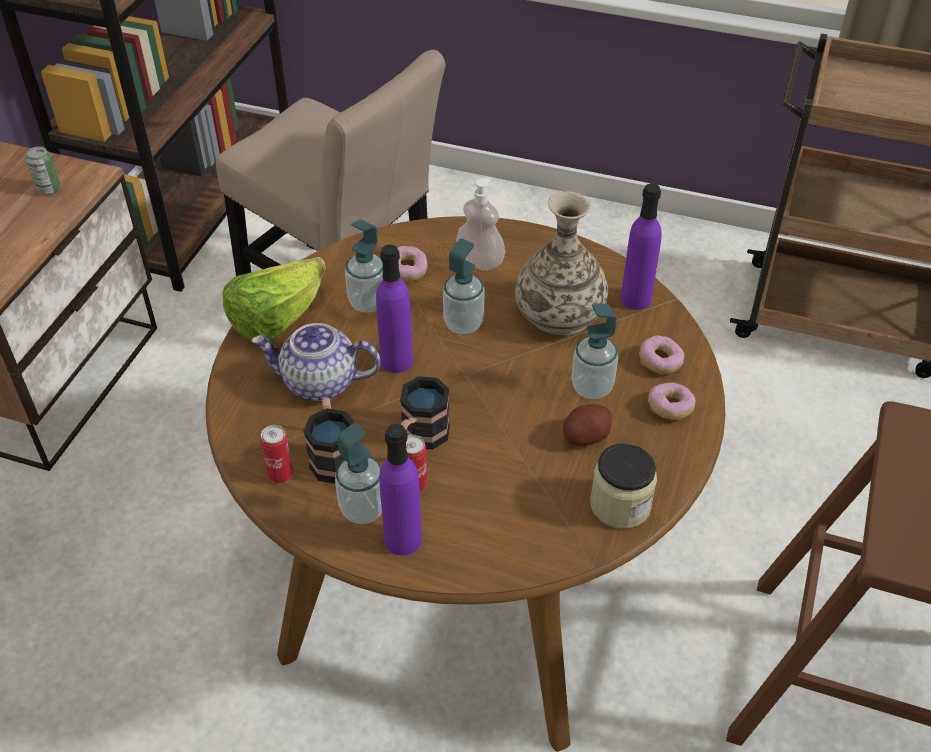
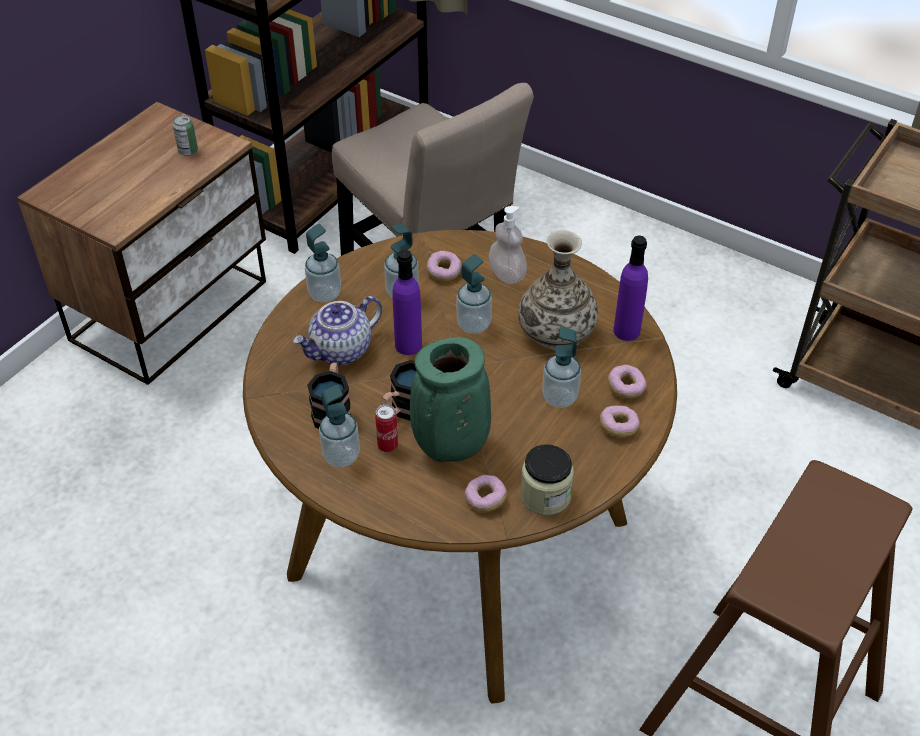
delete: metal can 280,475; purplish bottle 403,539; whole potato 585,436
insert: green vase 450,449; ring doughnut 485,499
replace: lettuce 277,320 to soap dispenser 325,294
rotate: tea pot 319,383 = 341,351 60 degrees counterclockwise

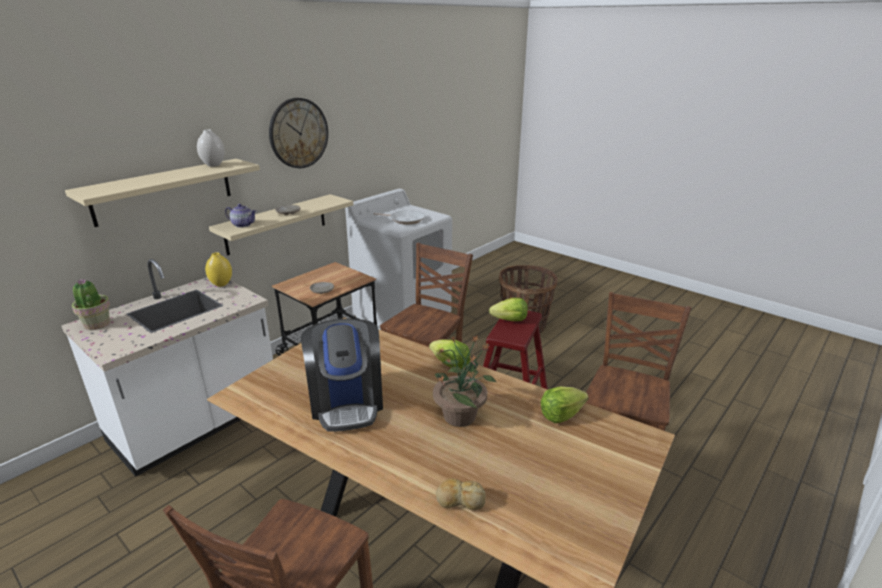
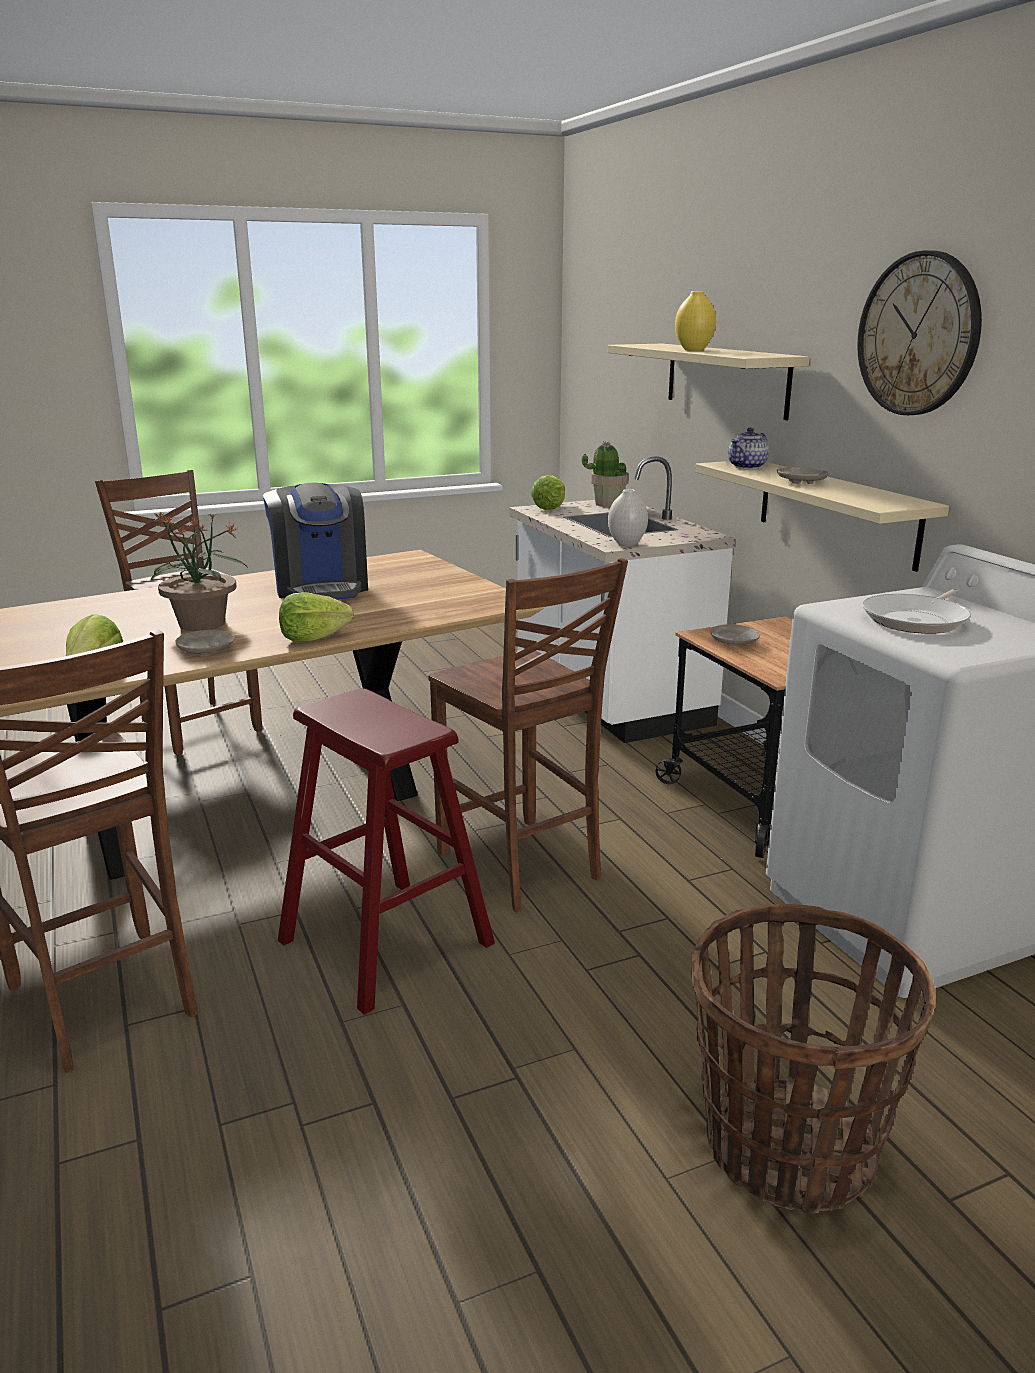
delete: baked bread 460,500
insert: beige-coloured flat dish 206,650
move: lettuce 510,320 to 550,507; white-coloured vase 213,165 to 626,544; yellow vase 221,284 to 694,350
rotate: coffee maker 347,402 = 321,587 120 degrees counterclockwise

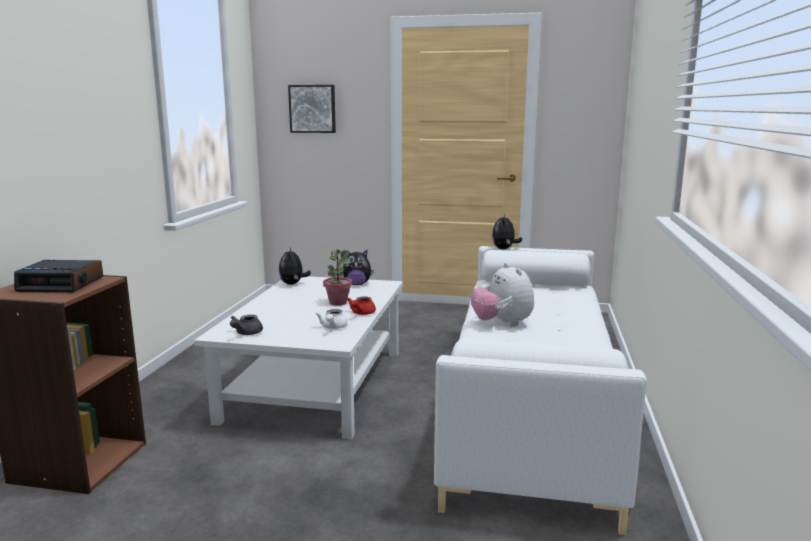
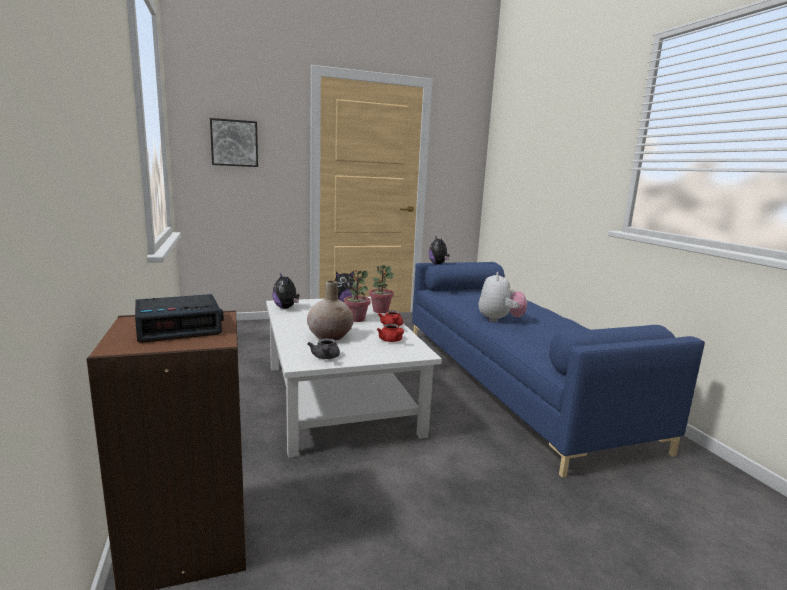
insert: beige-coloured vase 330,336; houseplant 380,311
recolor: white-coloured tea pot 333,327 to red-coloured tea pot 391,341; white-coloured settee 531,406 to blue-coloured settee 513,382
rotate: soft toy 502,324 = 499,320 120 degrees counterclockwise

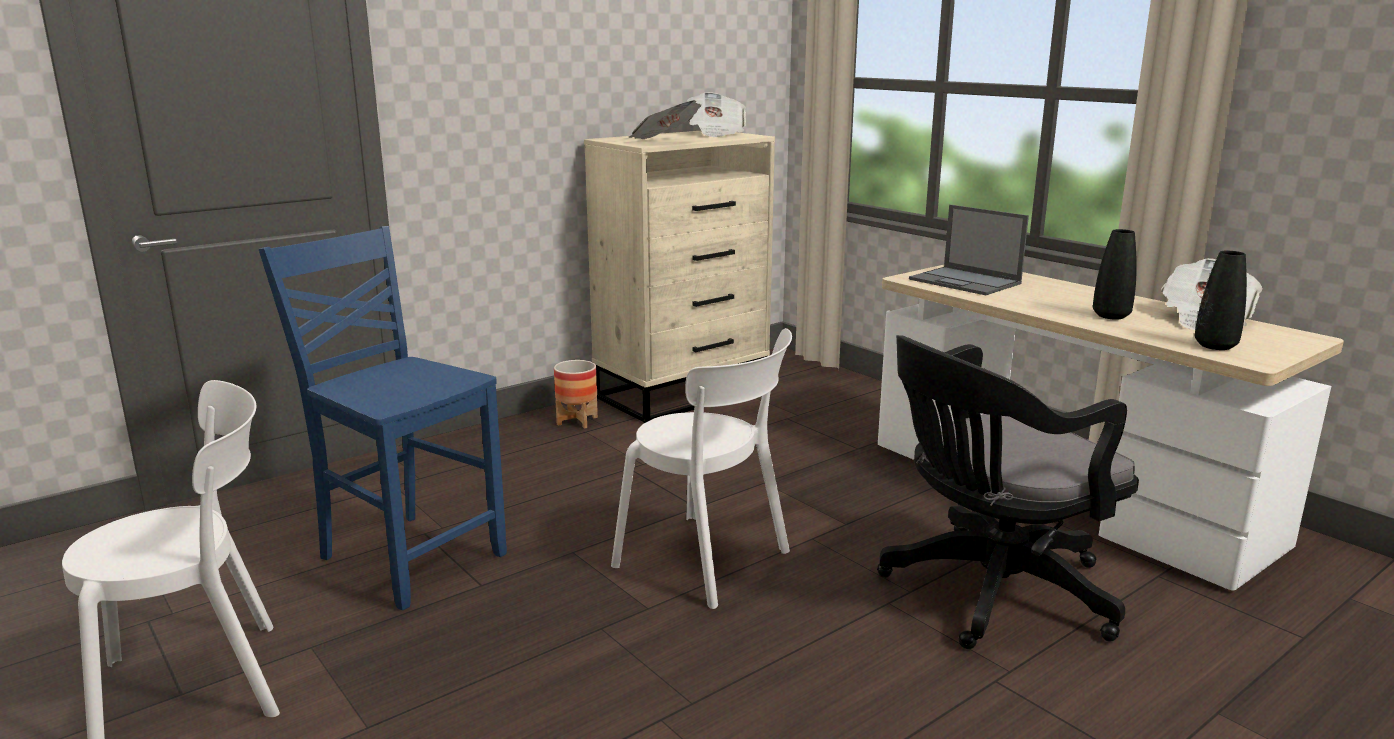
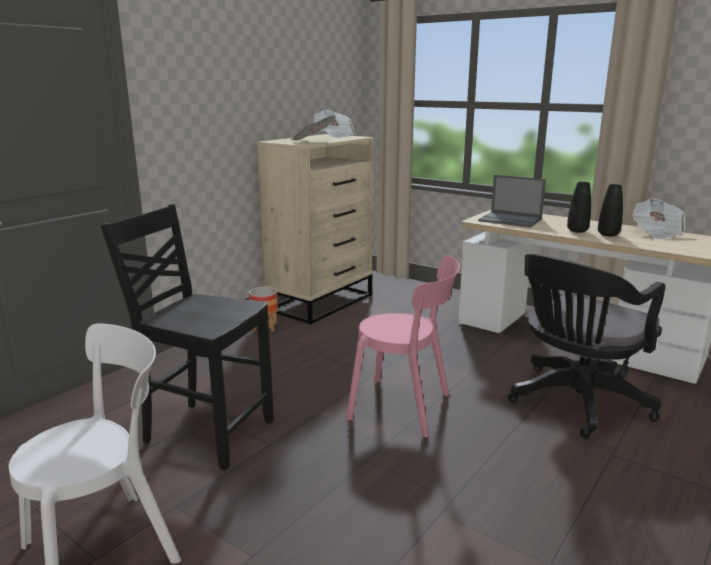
move: black vase 1215,346 to 577,231
recolor: blue-coloured plain chair 409,556 to black plain chair 206,432; white-coloured plain chair 708,561 to pinkish plain chair 404,407

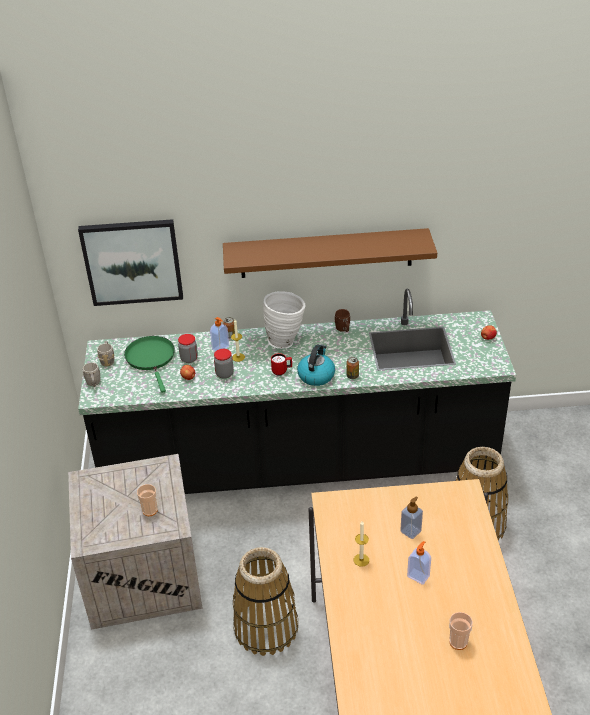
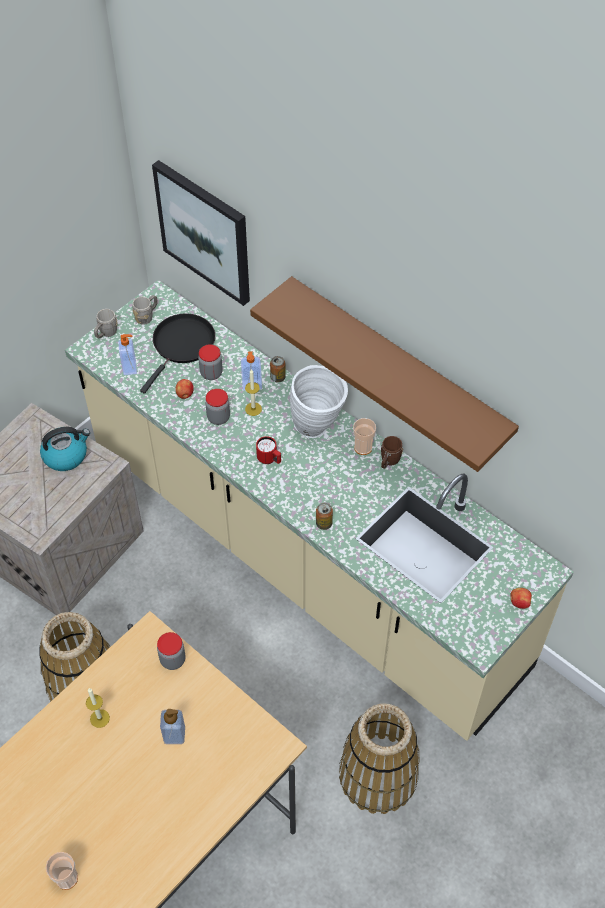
insert: preserve jar 173,660
move: water kettle 316,375 to 66,455; soap dispenser 418,576 to 130,367; drinking cup 150,510 to 363,447
recolor: black kitchen counter 299,464 to beige-coloured kitchen counter 302,557; green skillet 151,358 to black skillet 182,345

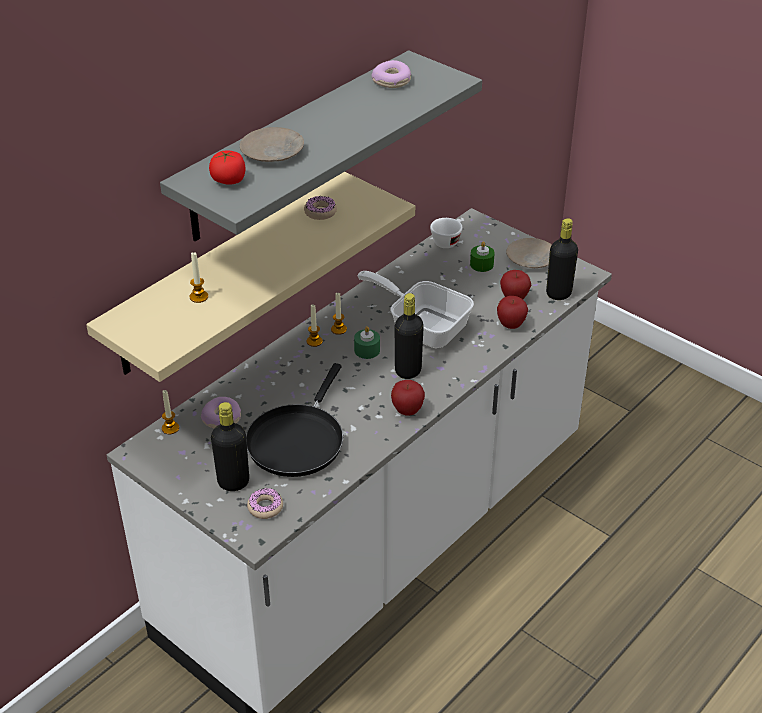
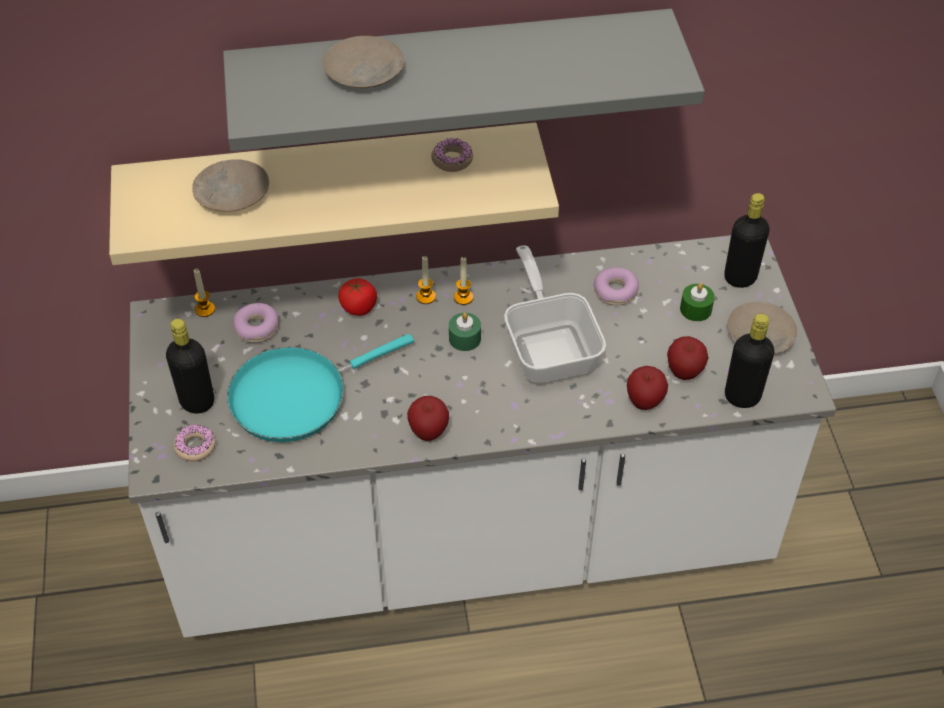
delete: white-coloured drinking cup 447,240
move: tomato 228,180 to 358,307; ring doughnut 392,81 to 615,292; black bottle 408,371 to 740,277
replace: wax candle 199,297 to beige-coloured flat dish 231,193
recolor: black skillet 297,440 to turquoise skillet 296,395

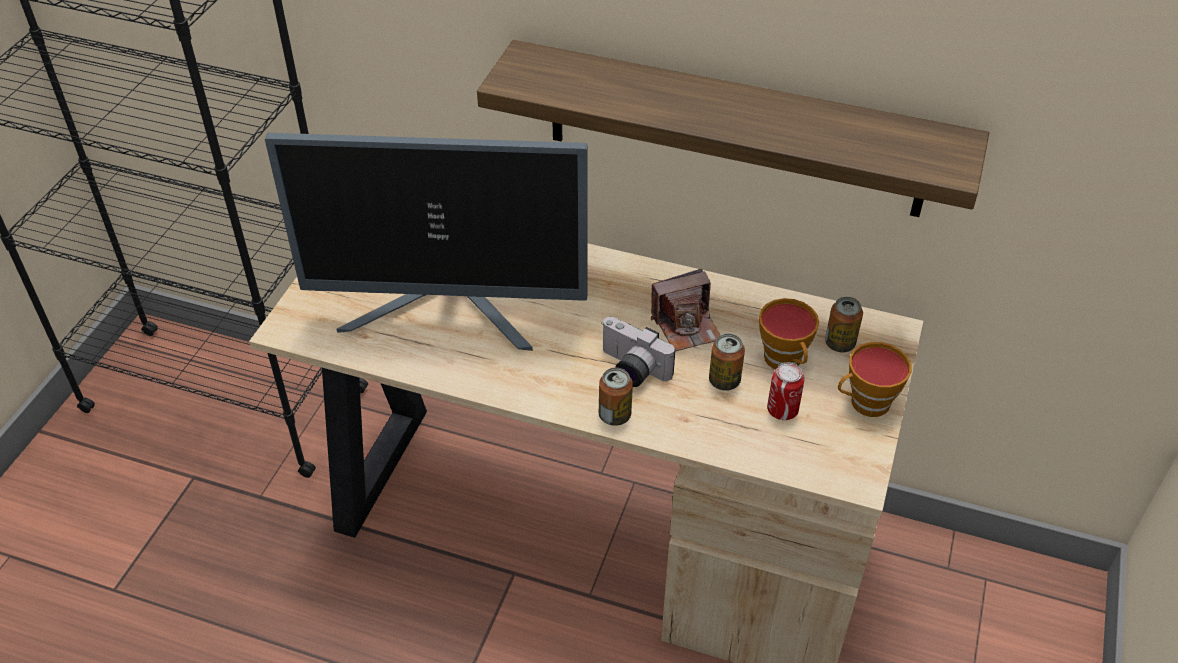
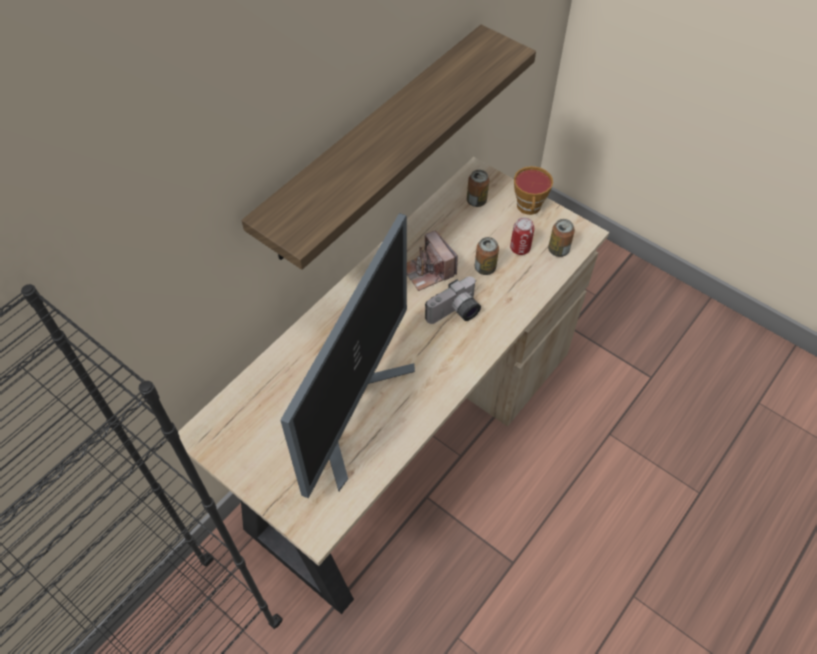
delete: drinking cup 785,361
move: metal can 615,415 to 558,250
rotate: photo camera 686,326 = 428,271 150 degrees clockwise

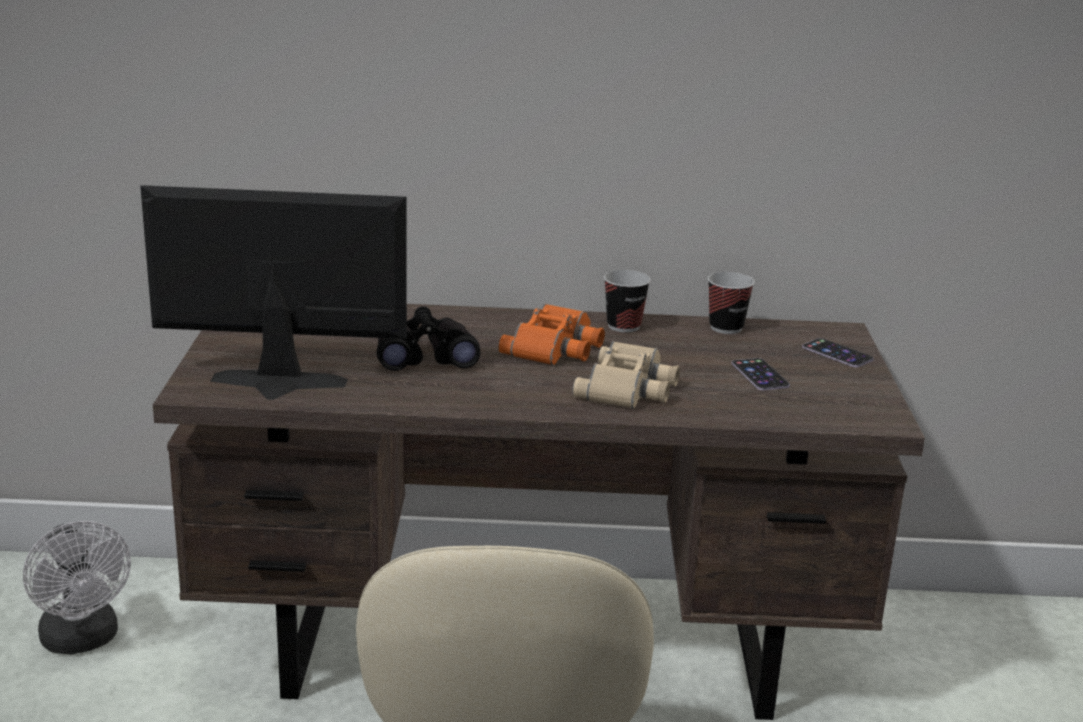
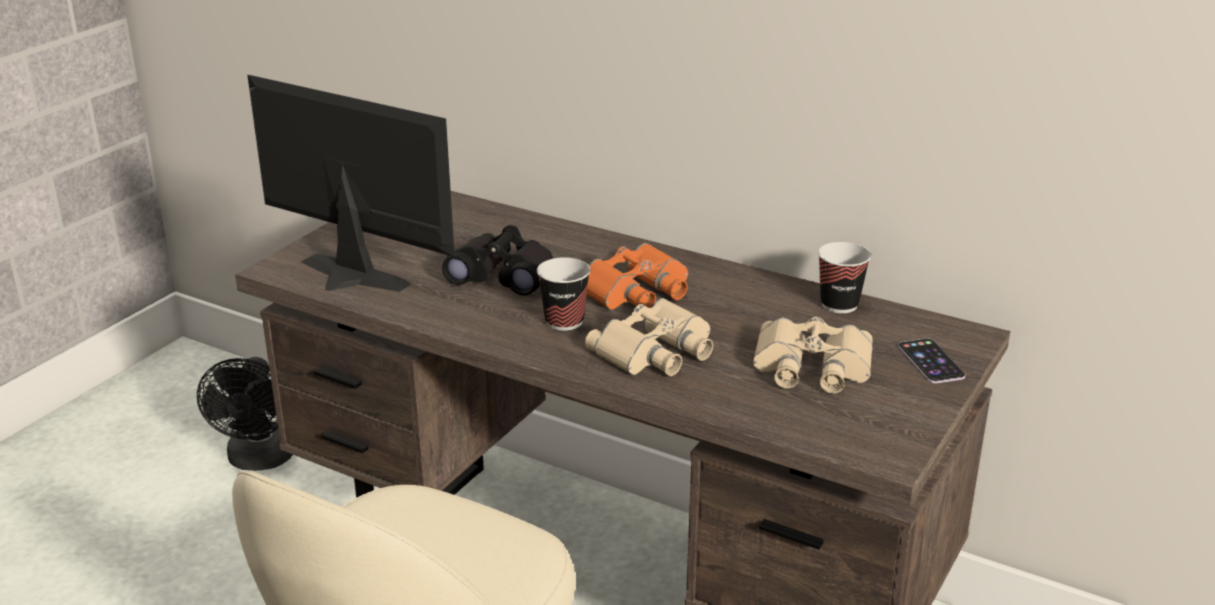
move: drinking cup 623,326 to 564,321
replace: handset 760,375 to beige-coloured pair of binoculars 811,367
recolor: white-coloured cooling fan 83,641 to black cooling fan 260,460

